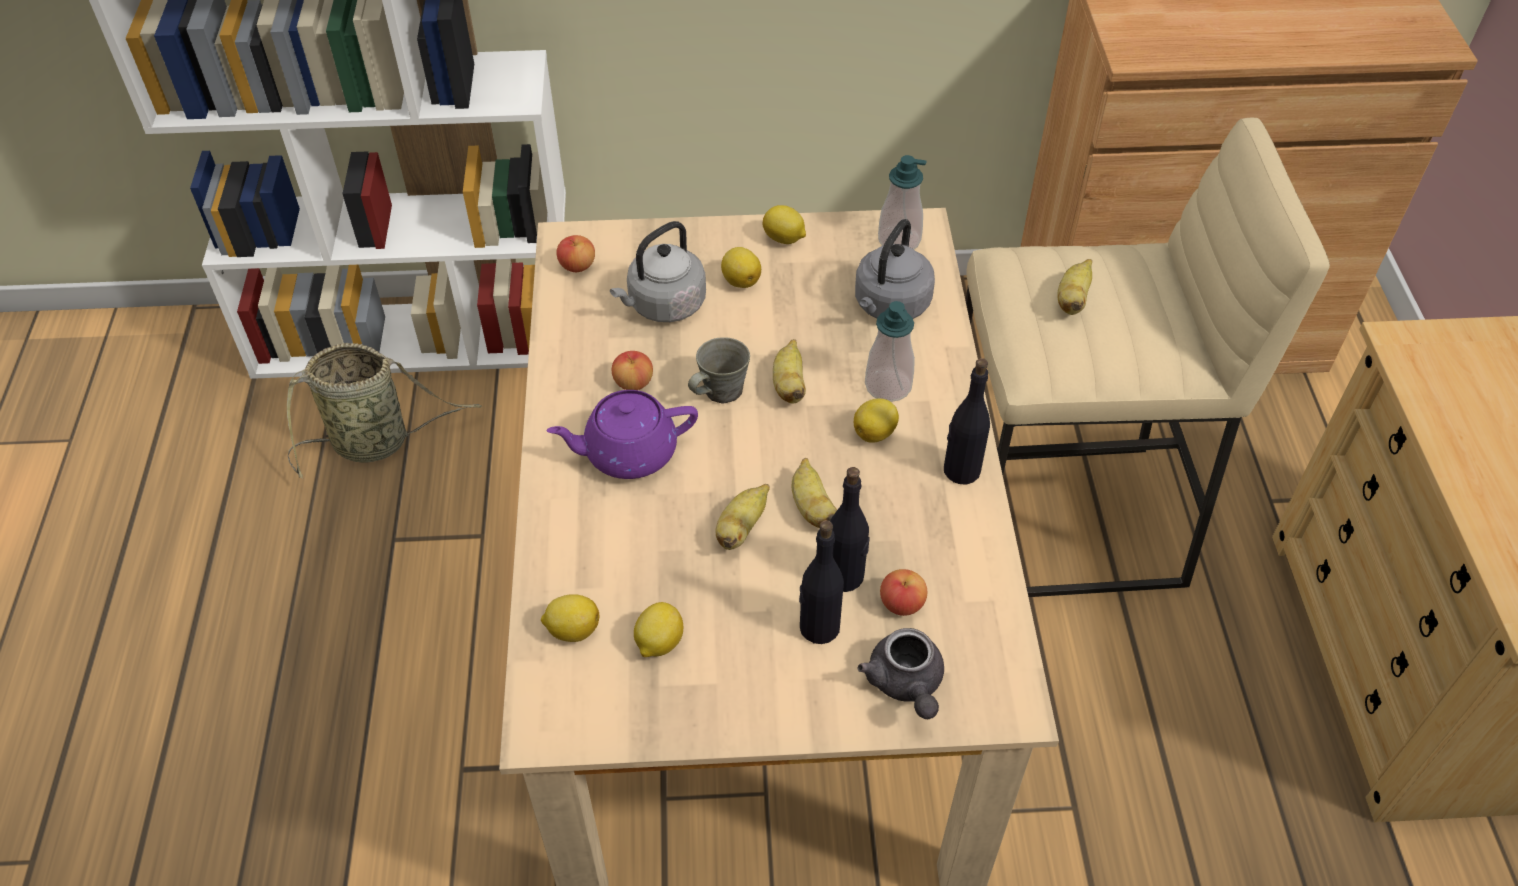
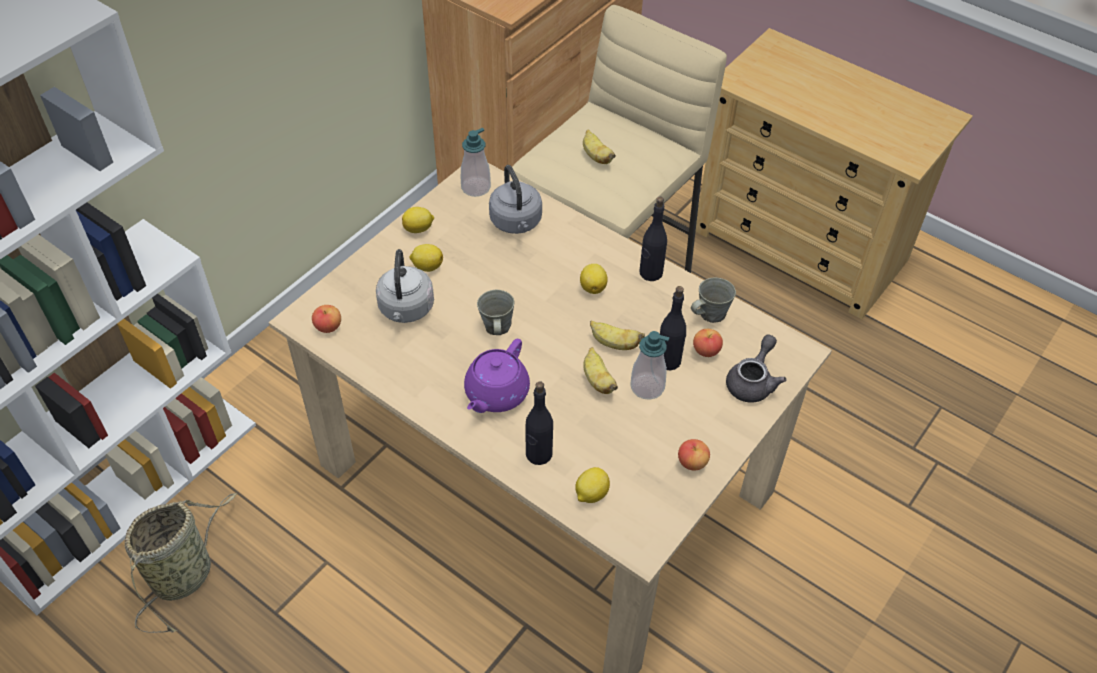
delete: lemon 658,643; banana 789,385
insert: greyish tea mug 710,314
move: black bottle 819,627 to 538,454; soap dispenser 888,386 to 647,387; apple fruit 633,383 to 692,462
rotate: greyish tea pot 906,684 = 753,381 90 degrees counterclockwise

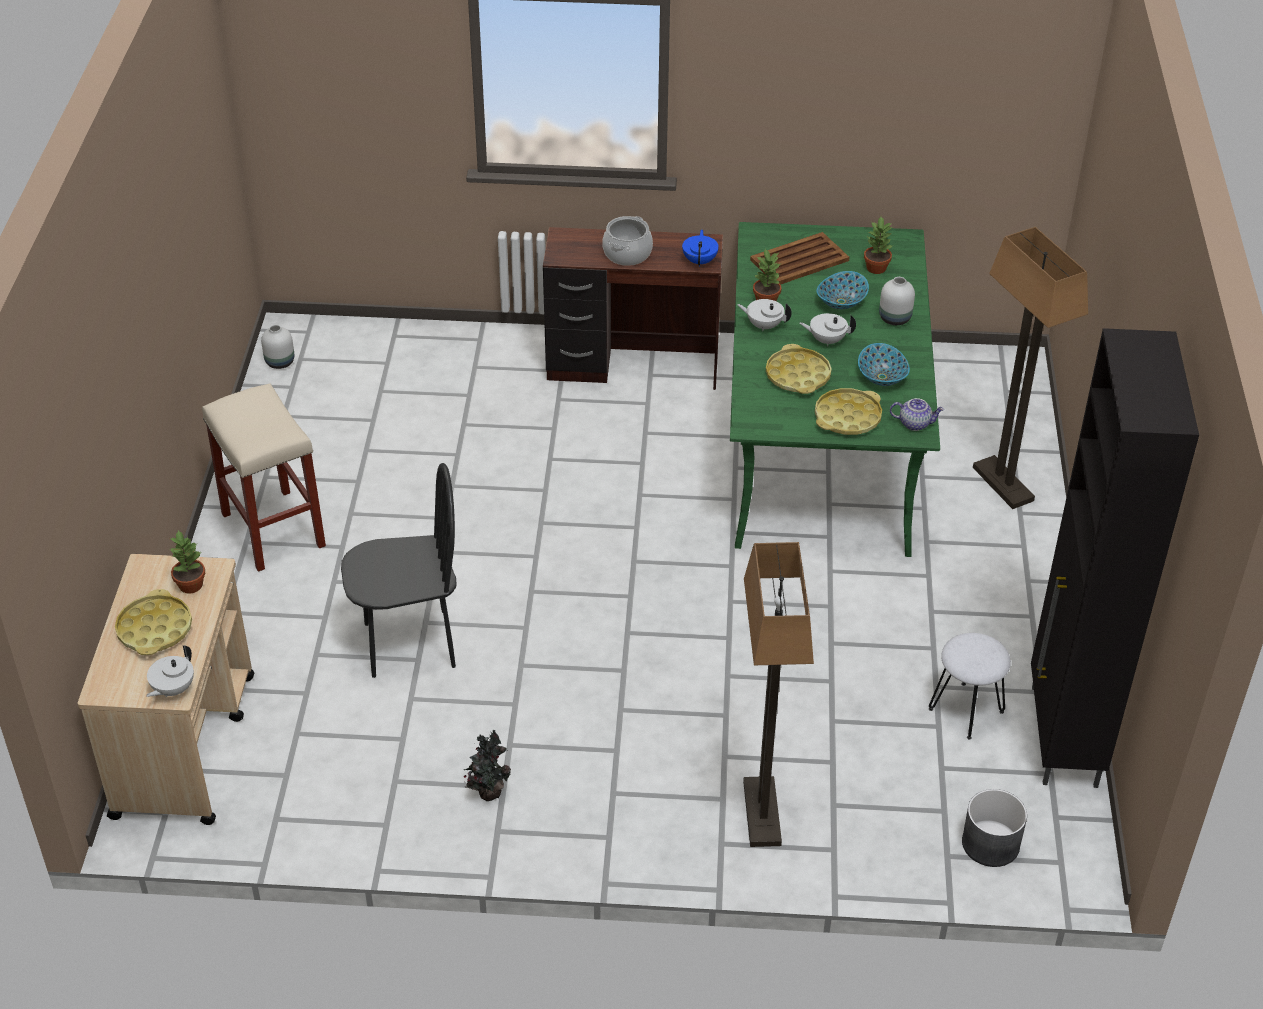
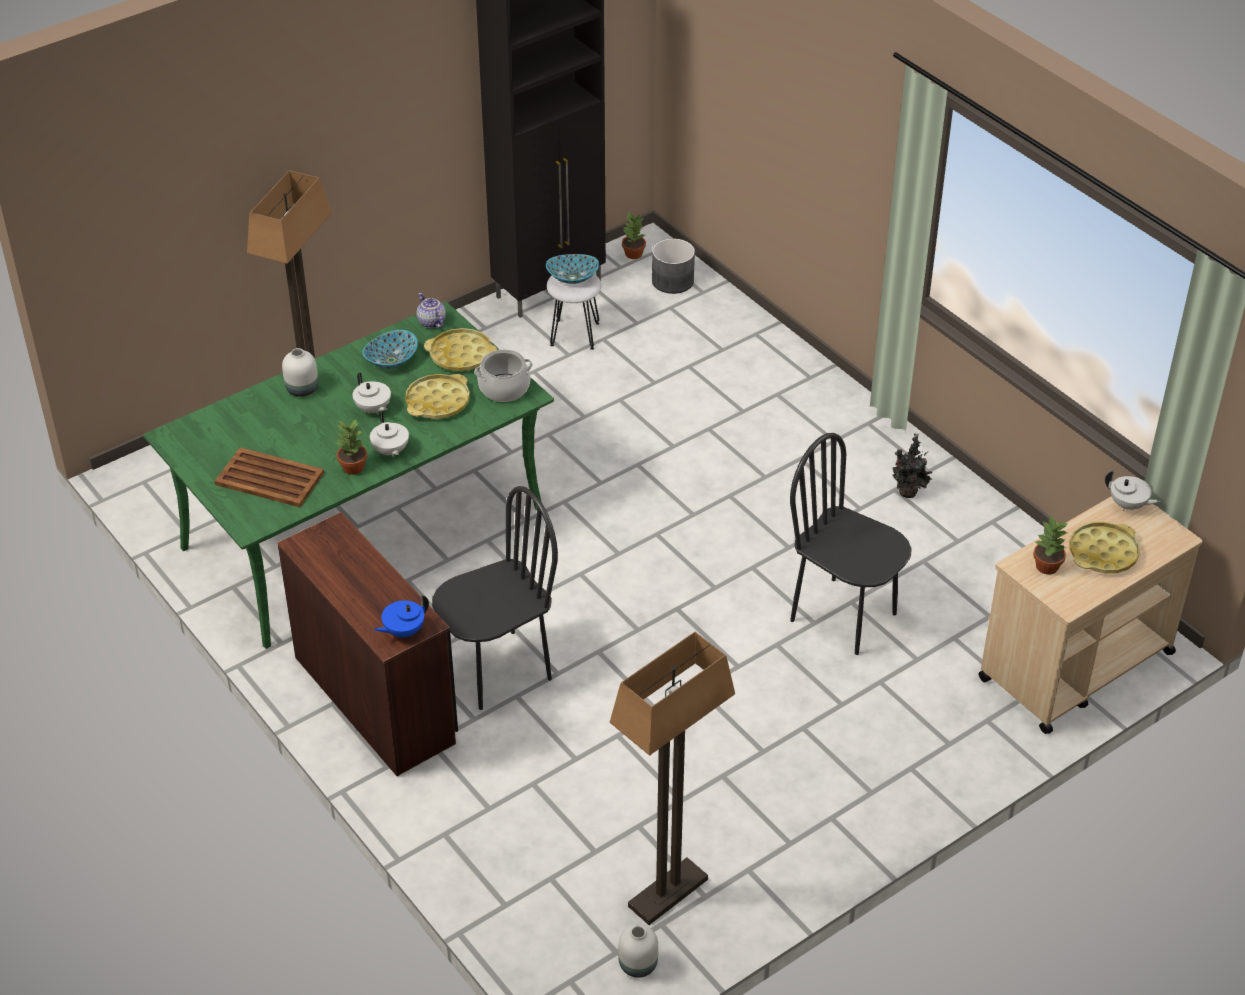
delete: beige-coloured stool seat 274,530
insert: black plain chair 497,670
move: blue-coloured tea pot 700,261 to 403,631; saucepot 627,253 to 504,388; serving bowl 841,302 to 572,278; standing lamp 762,814 to 668,892; houseplant 877,268 to 633,254
rotate: white-coloured tea pot 173,689 = 1128,505 45 degrees clockwise

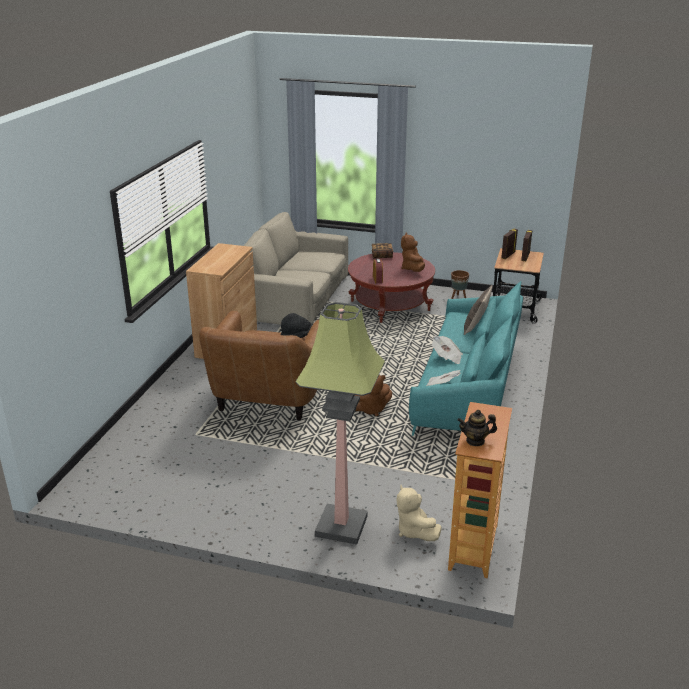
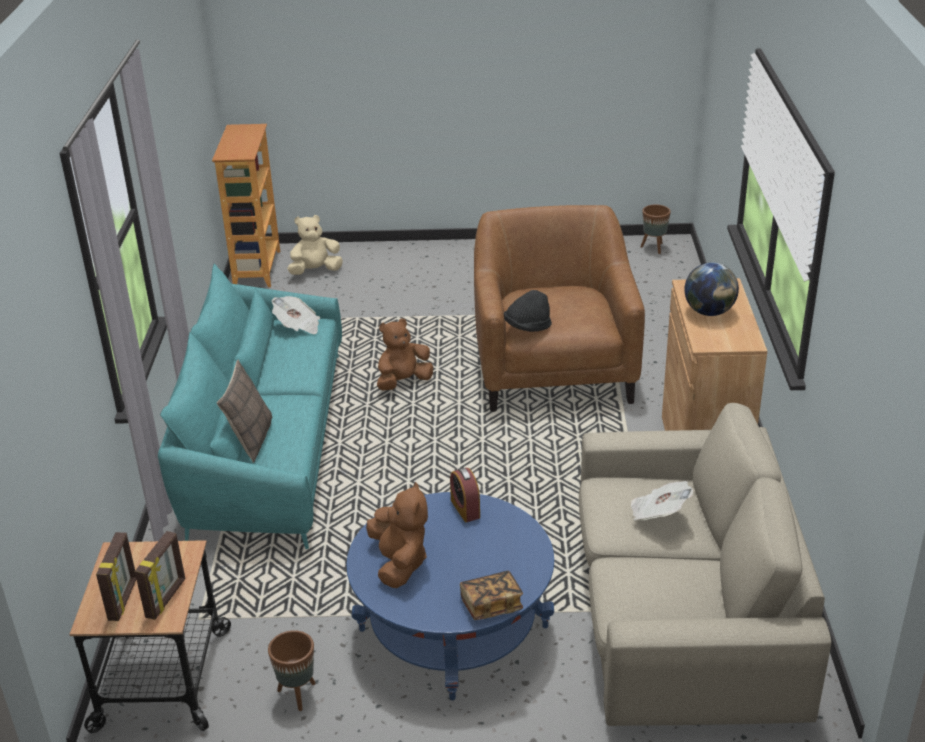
delete: standing lamp 340,526; tea pot 475,441
insert: brown flower pot 653,248; globe 709,312
move: newspaper 447,357 to 658,513
recolor: red-coloured lounge table 390,305 to blue-coloured lounge table 453,628
rotate: beige-coloured soft toy 414,531 = 315,271 75 degrees counterclockwise

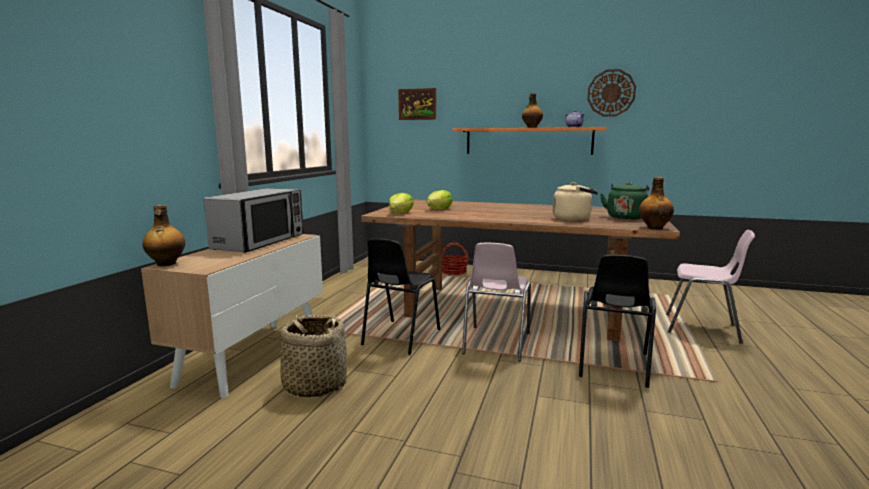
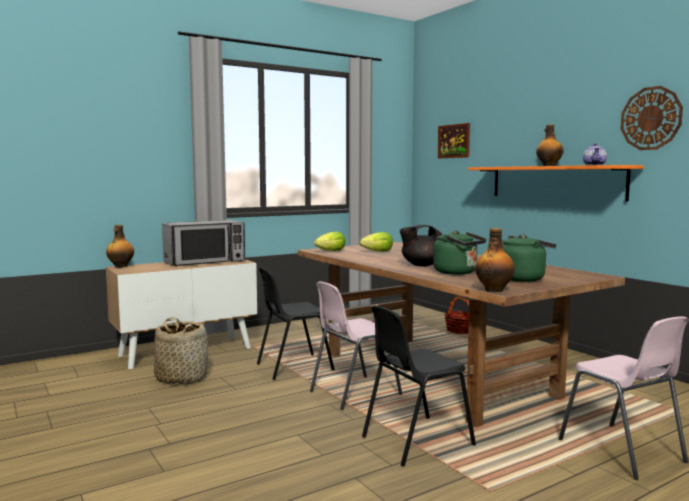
insert: black tea pot 421,265
recolor: beige-coloured water kettle 574,218 to green water kettle 458,272

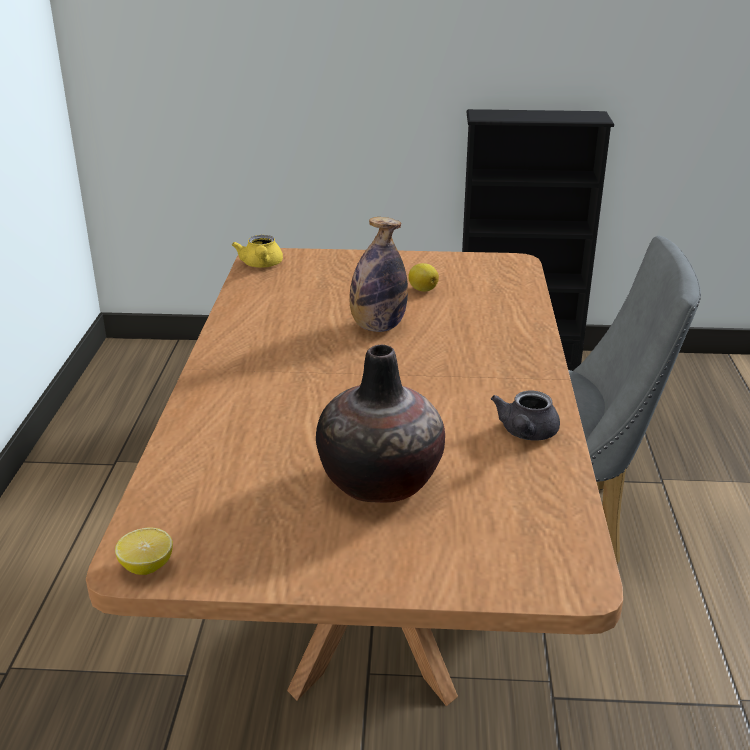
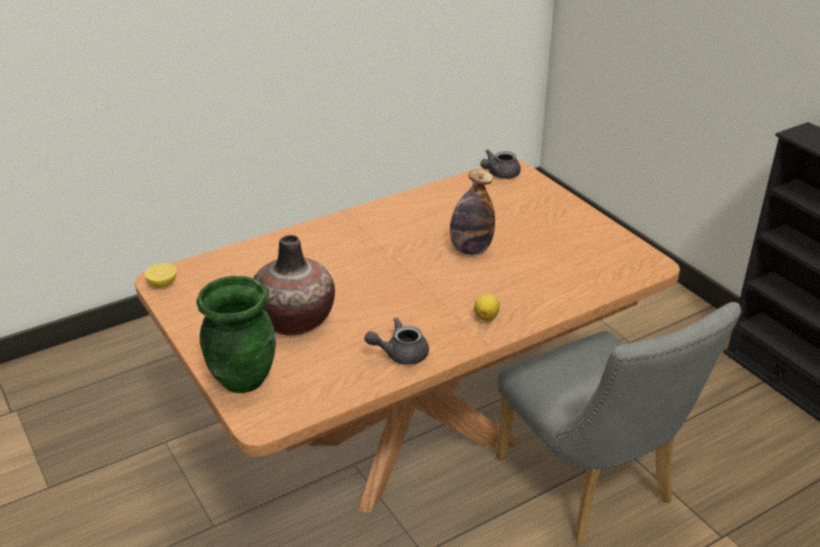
insert: green vase 243,378
move: lemon 422,289 to 486,317
recolor: yellow tea pot 261,265 to greyish tea pot 499,174

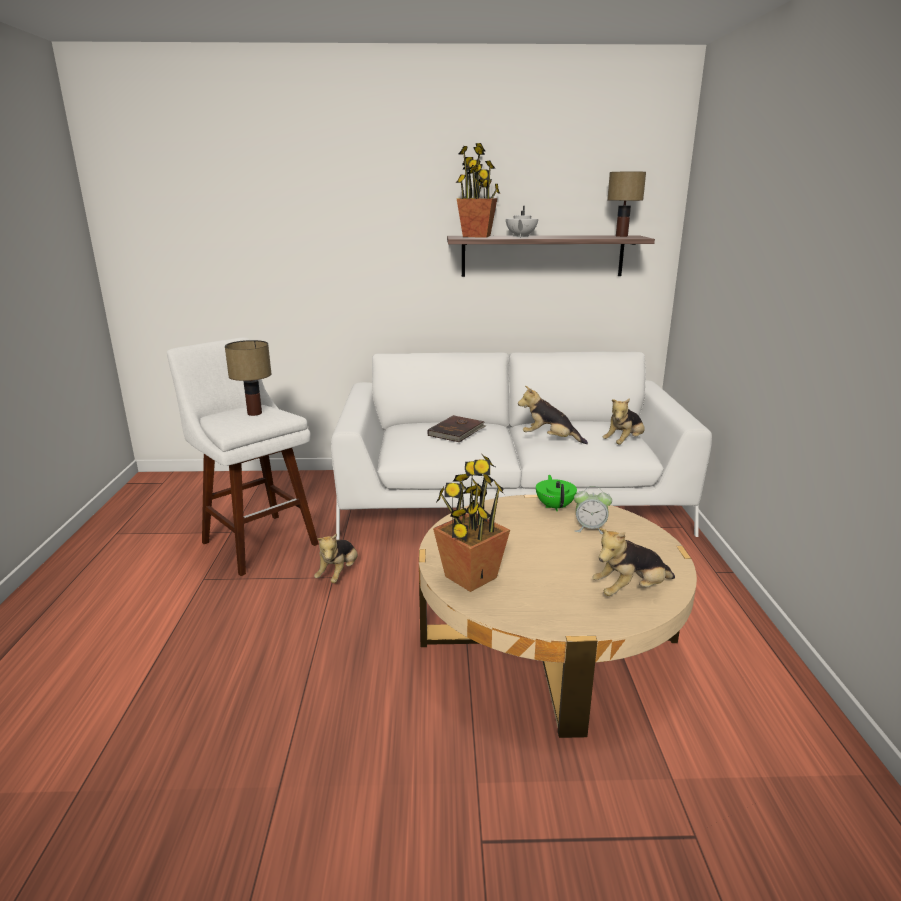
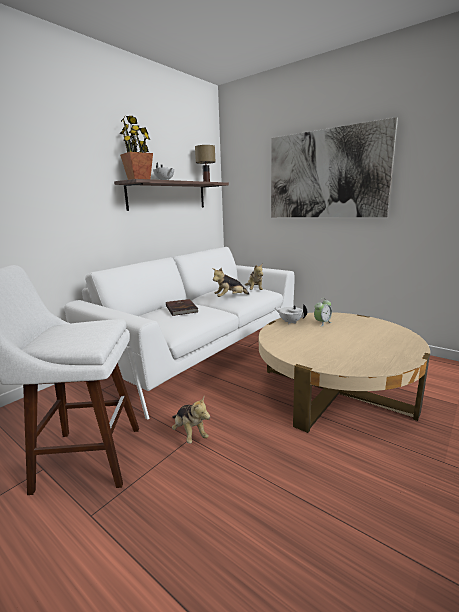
delete: lamp for a table 254,413; houseplant 470,577; soft toy 630,590
insert: wall picture 326,174
recolor: green tea pot 555,506 to white-coloured tea pot 290,322

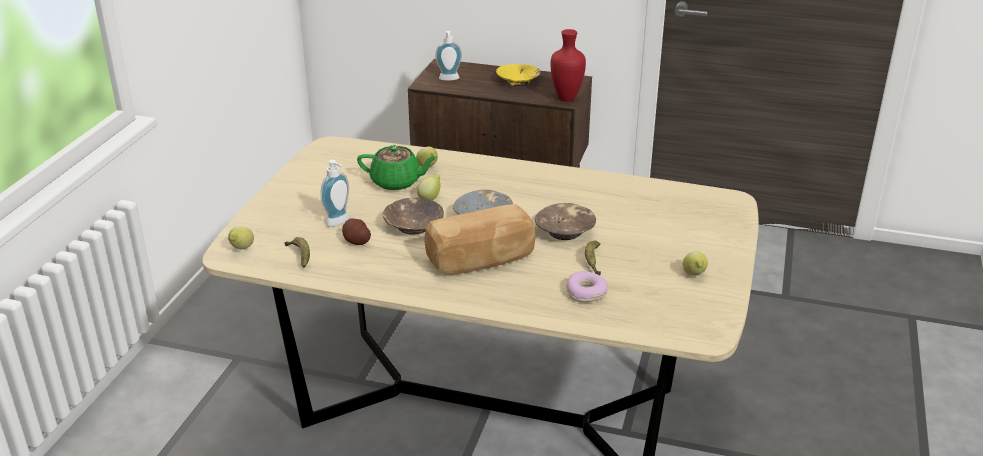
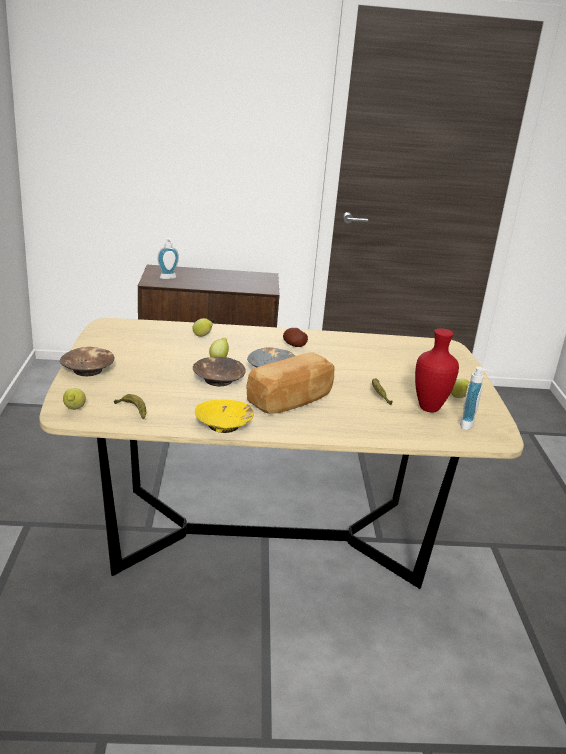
delete: green tea pot 397,182; ring doughnut 586,293
move: brown serving bowl 565,231 to 88,370; yellow serving bowl 518,81 to 224,425; whole potato 356,241 to 294,345; red-coloured vase 566,99 to 429,409; soap dispenser 339,222 to 469,425

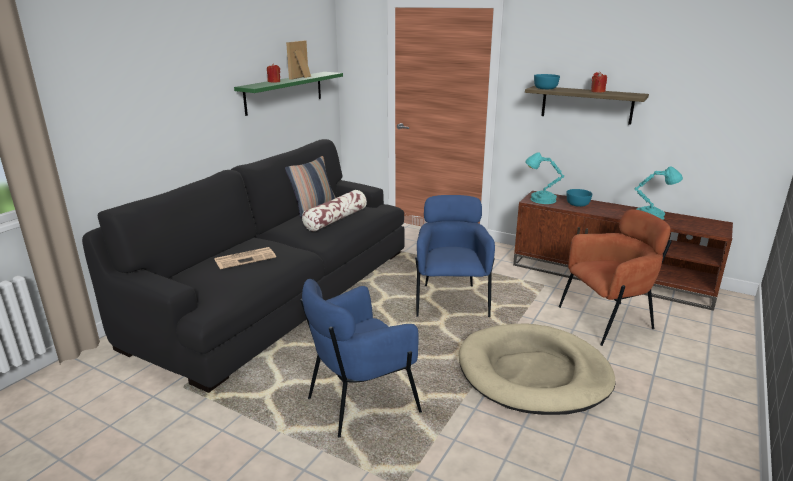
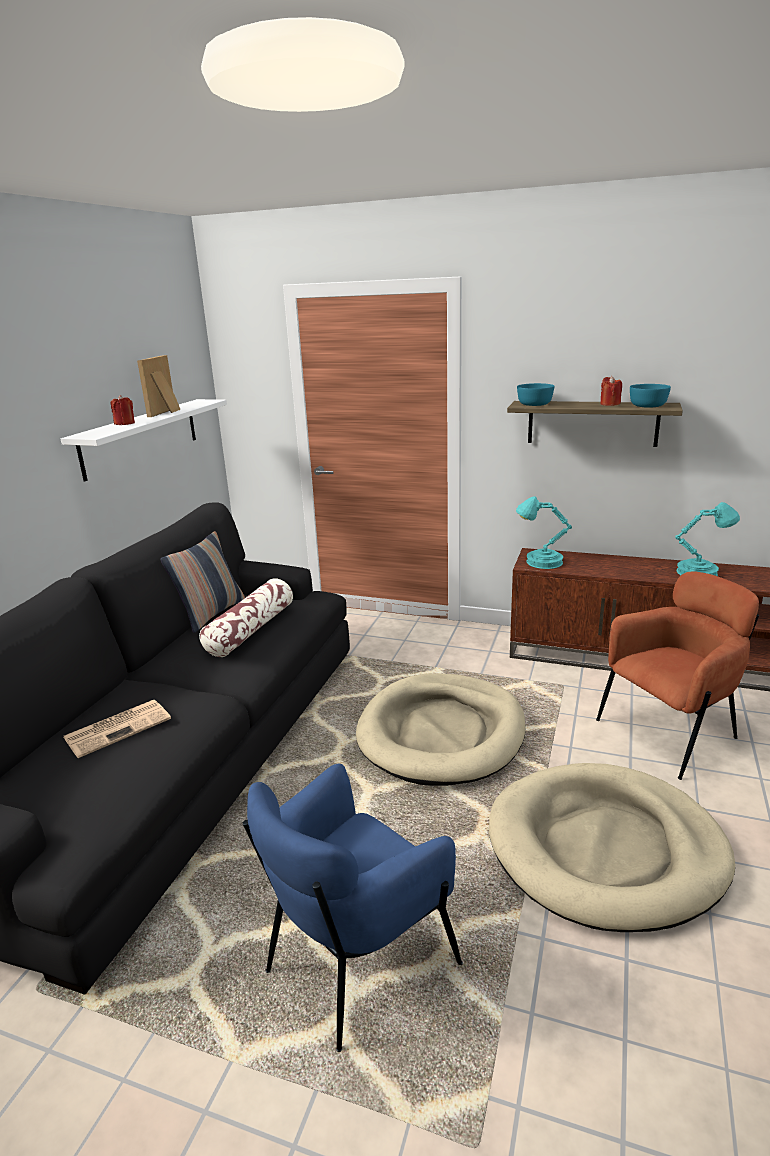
move: turquoise serving bowl 577,204 to 647,405
replace: blue-coloured lounge chair 450,301 to beige-coloured dog bed 442,733
recolor: green bracket shelf 284,92 to white-coloured bracket shelf 141,437

